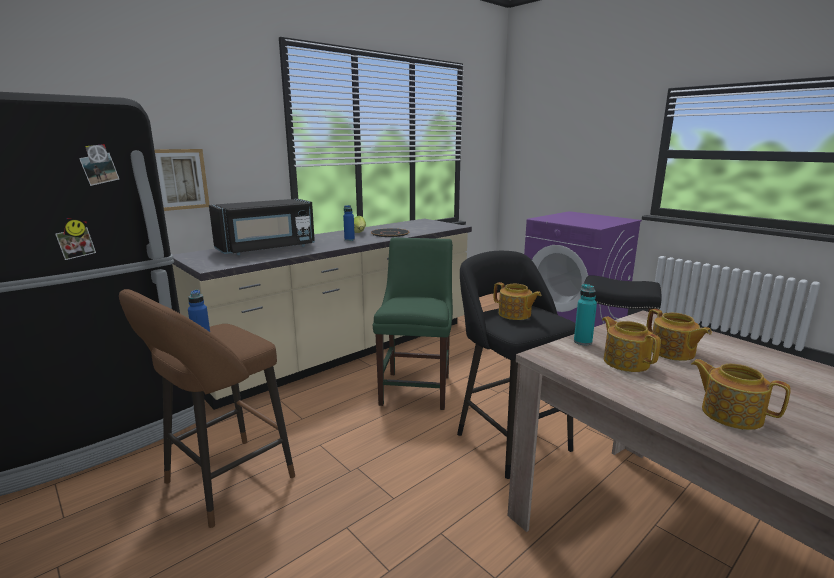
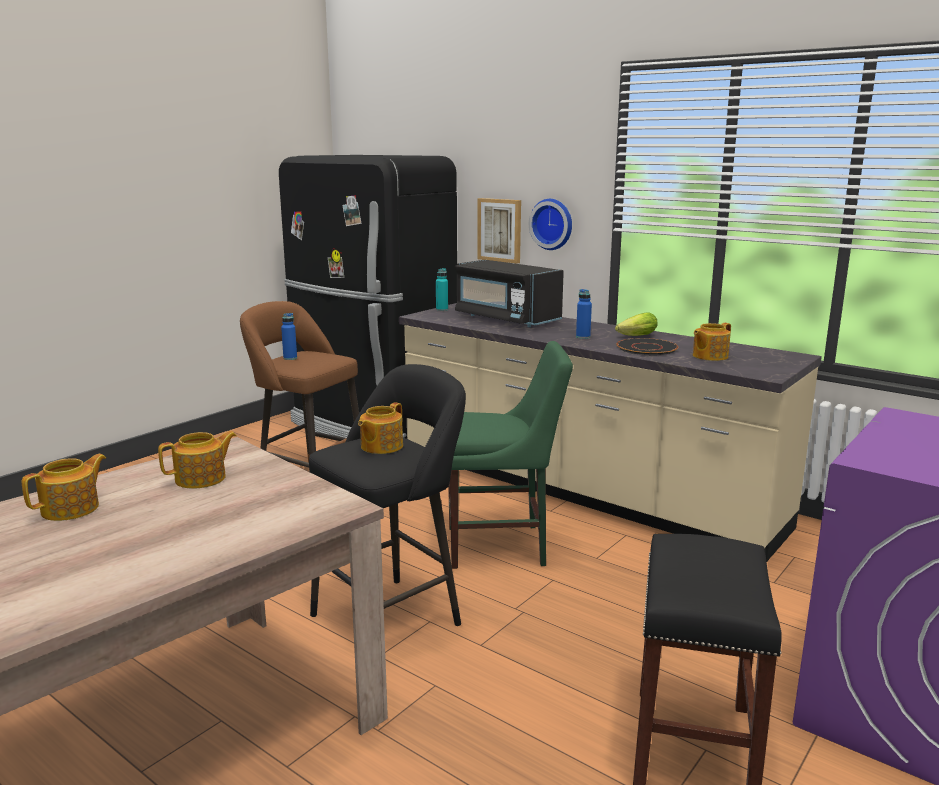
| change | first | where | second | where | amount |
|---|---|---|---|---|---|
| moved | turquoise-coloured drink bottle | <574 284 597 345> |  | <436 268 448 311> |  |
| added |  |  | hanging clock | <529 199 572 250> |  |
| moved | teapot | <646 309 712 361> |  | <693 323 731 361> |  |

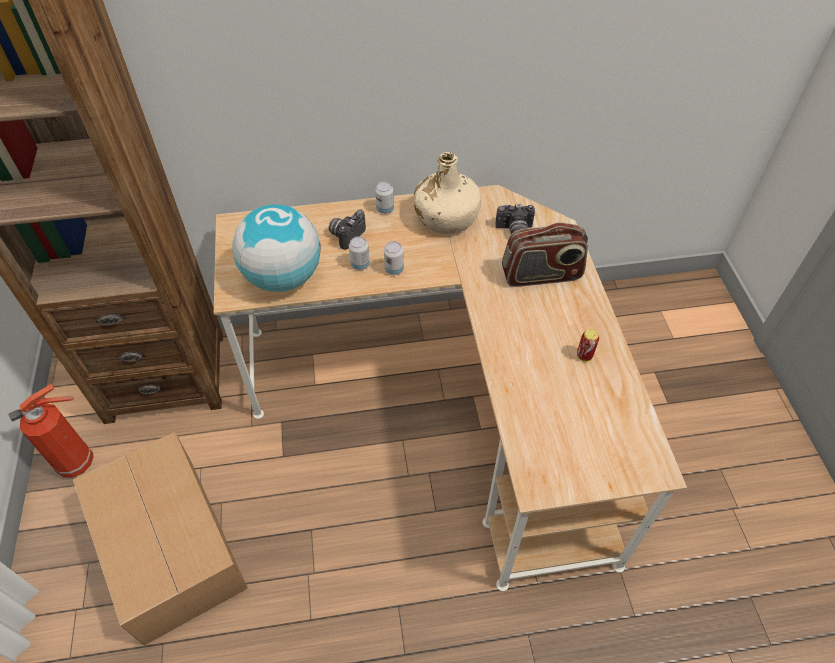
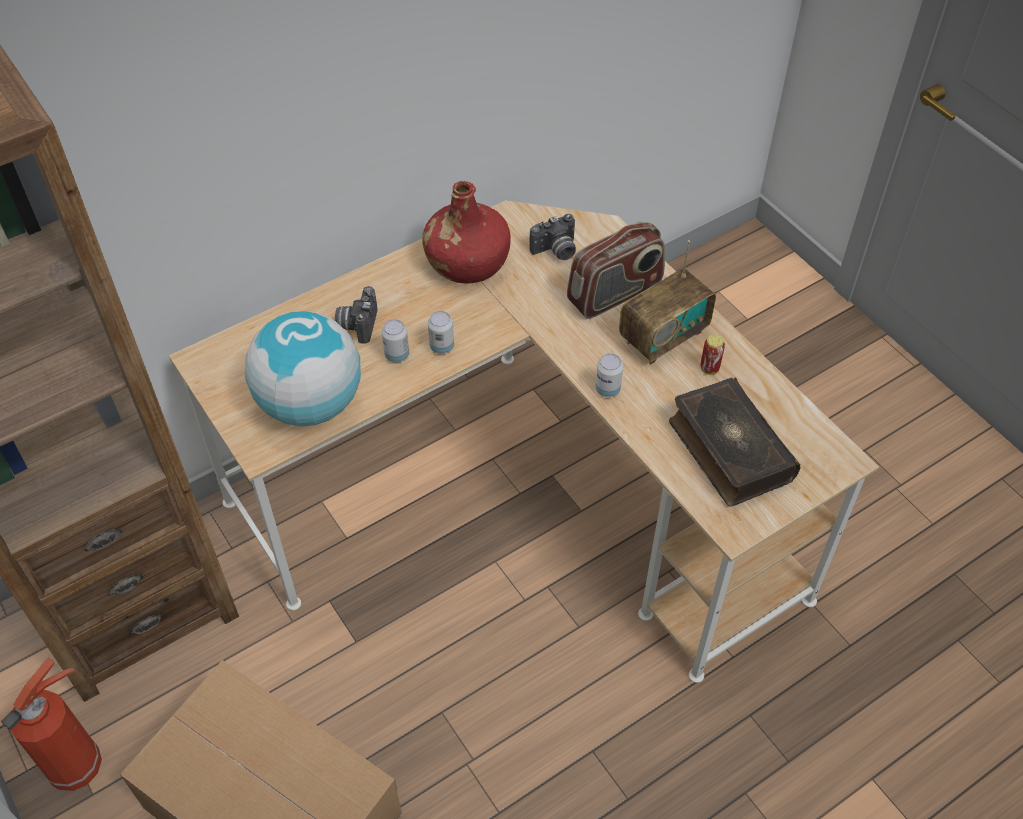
| change | first | where | second | where | amount |
|---|---|---|---|---|---|
| recoloured | beige-coloured drink bottle | <413 152 481 234> | red drink bottle | <422 181 511 283> |  |
| moved | sealed can | <375 181 394 214> |  | <595 354 623 397> |  |
| added |  |  | radio | <619 240 716 365> |  |
| added |  |  | book | <669 377 800 507> |  |

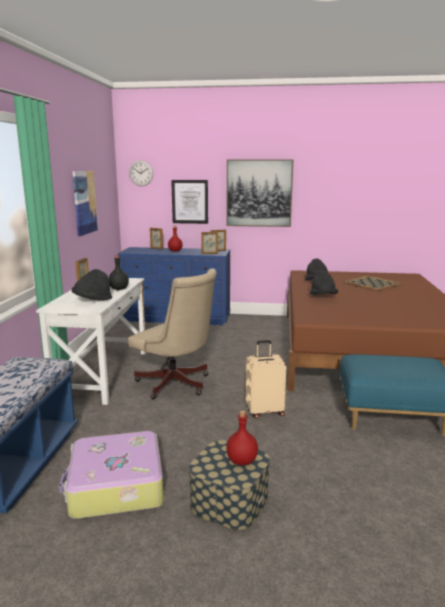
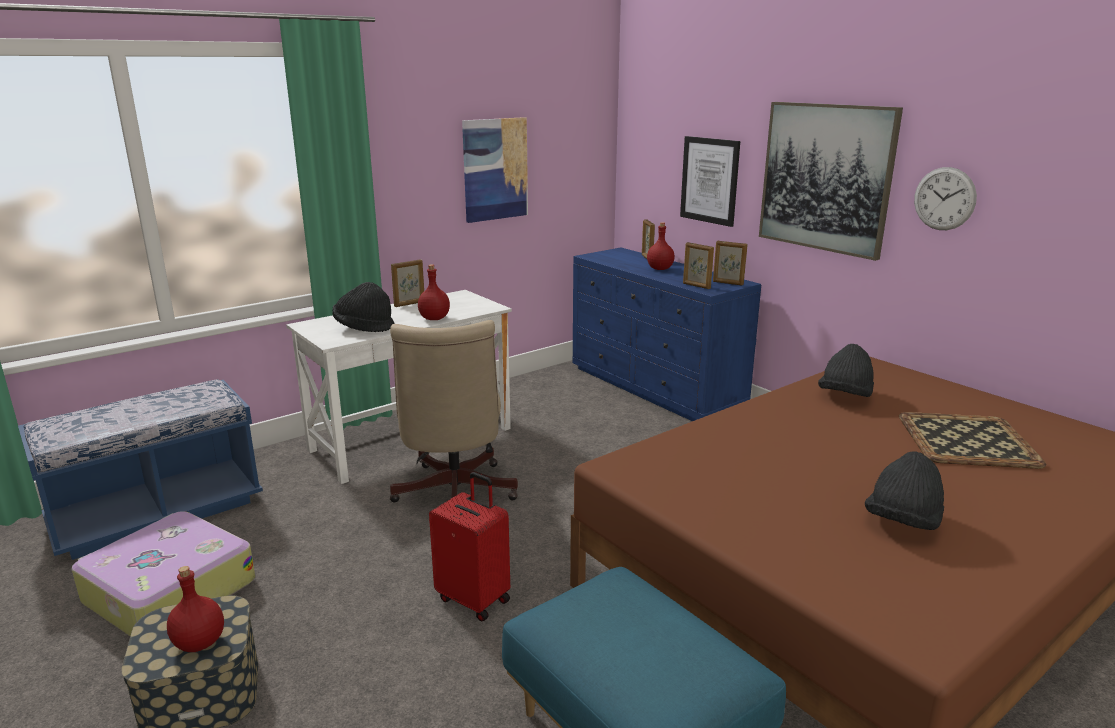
| change | first | where | second | where | amount |
|---|---|---|---|---|---|
| recoloured | blackish drink bottle | <108 255 129 290> | red drink bottle | <418 264 450 320> |  |
| recoloured | beige-coloured suitcase | <246 340 286 418> | red suitcase | <429 472 510 621> |  |
| moved | blackish clothing hat | <310 271 338 295> |  | <865 452 944 530> |  |
| moved | hanging clock | <129 160 153 186> |  | <914 167 977 230> |  |

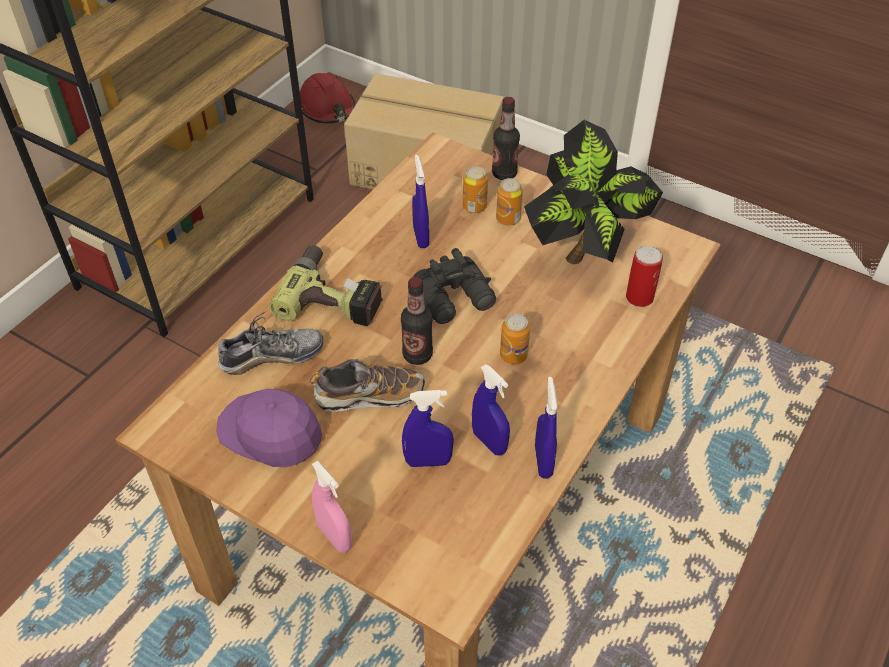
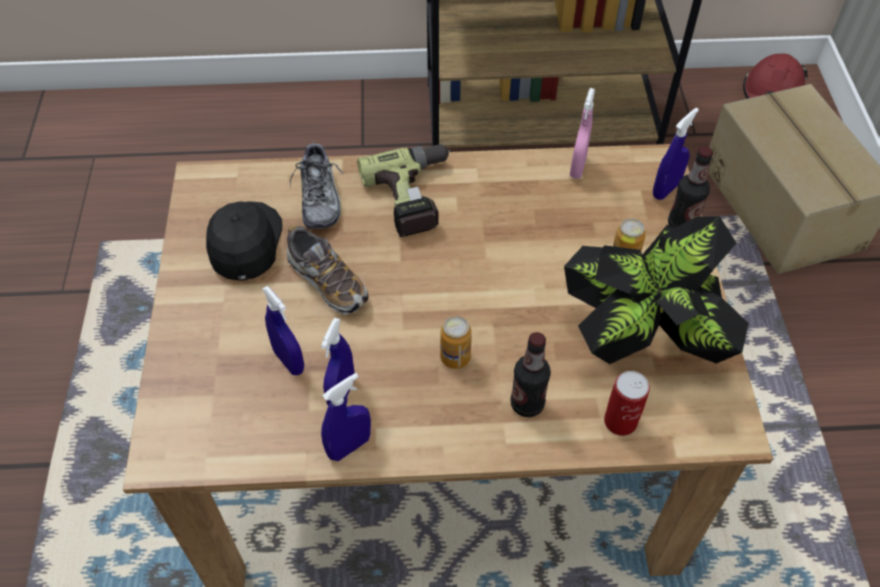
| change | first | where | second | where | amount |
|---|---|---|---|---|---|
| recoloured | purple-coloured peaked cap | <216 389 322 467> | blackish peaked cap | <206 201 282 281> |  |
| turned | shoe | <214 311 323 375> |  | <290 143 343 229> | 45 degrees clockwise |
| moved | drink bottle | <401 277 433 365> |  | <511 332 551 417> |  |
| moved | pink-coloured spray bottle | <312 461 352 553> |  | <570 88 595 179> |  |
| moved | blue spray bottle | <412 155 429 248> |  | <653 108 699 200> |  |
| removed | blackish pair of binoculars | <413 248 496 324> |  |  |  |
| removed | sealed can | <463 166 488 213> |  |  |  |

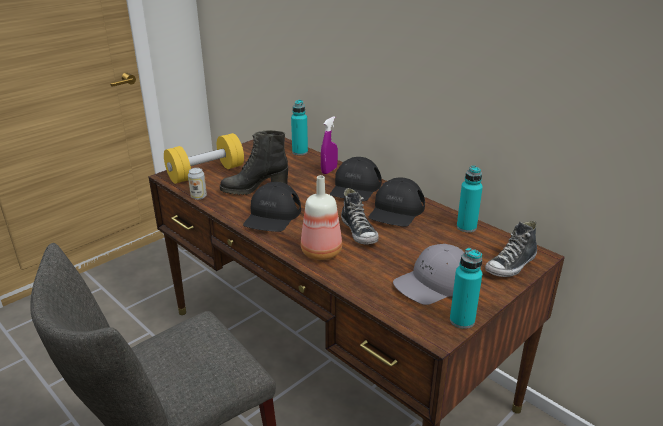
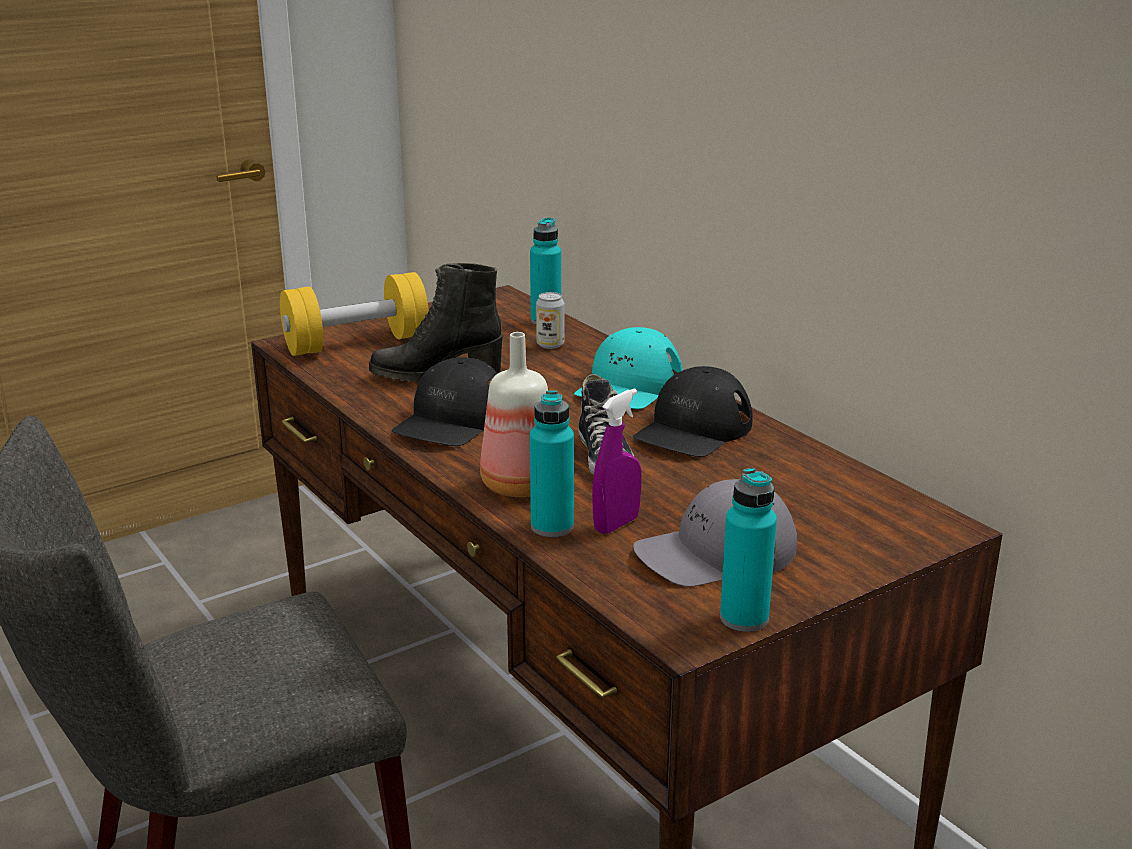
| change | first | where | second | where | amount |
|---|---|---|---|---|---|
| moved | turquoise-coloured drink bottle | <457 166 483 232> |  | <530 390 574 537> |  |
| moved | sealed can | <188 168 207 200> |  | <536 292 564 349> |  |
| recoloured | blackish peaked cap | <330 157 382 201> | turquoise-coloured peaked cap | <574 327 683 409> |  |
| moved | purple-coloured spray bottle | <321 116 338 174> |  | <592 388 641 534> |  |
| removed | shoe | <485 221 537 277> |  |  |  |

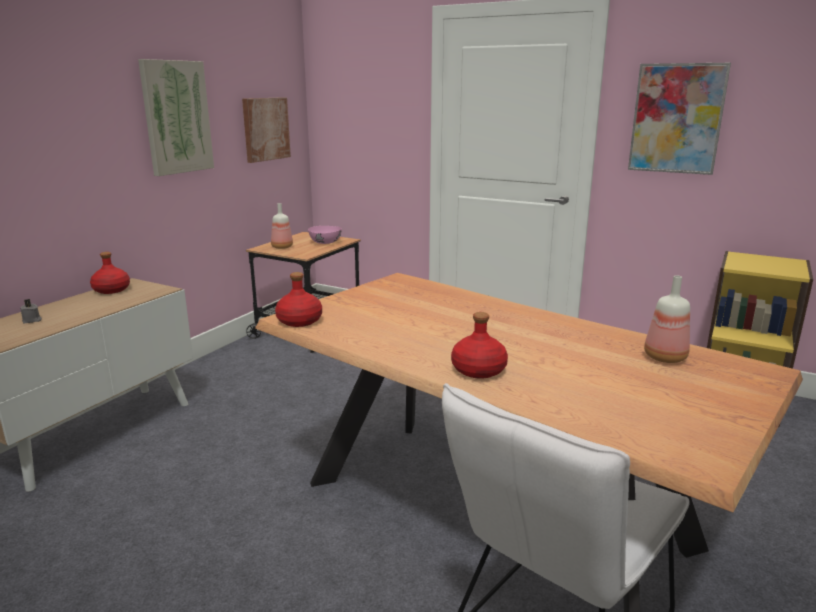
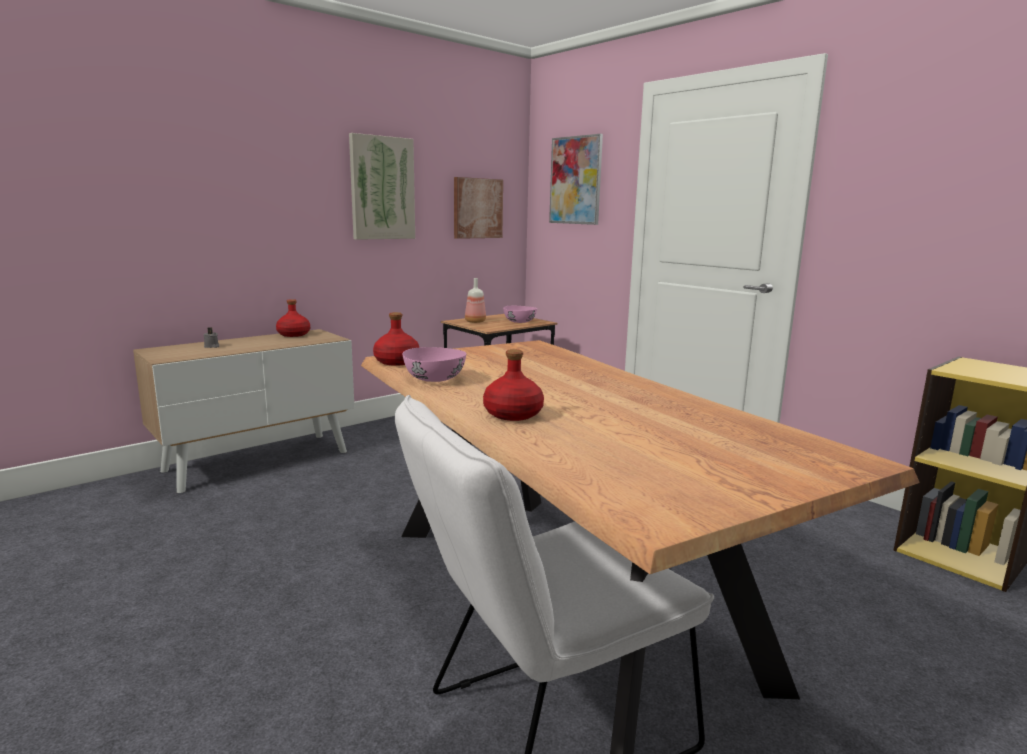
| change | first | where | second | where | amount |
|---|---|---|---|---|---|
| added |  |  | pink-coloured deep dish | <402 347 466 382> |  |
| moved | wall art | <628 63 731 175> |  | <549 134 603 225> |  |
| removed | drink bottle | <644 275 690 363> |  |  |  |

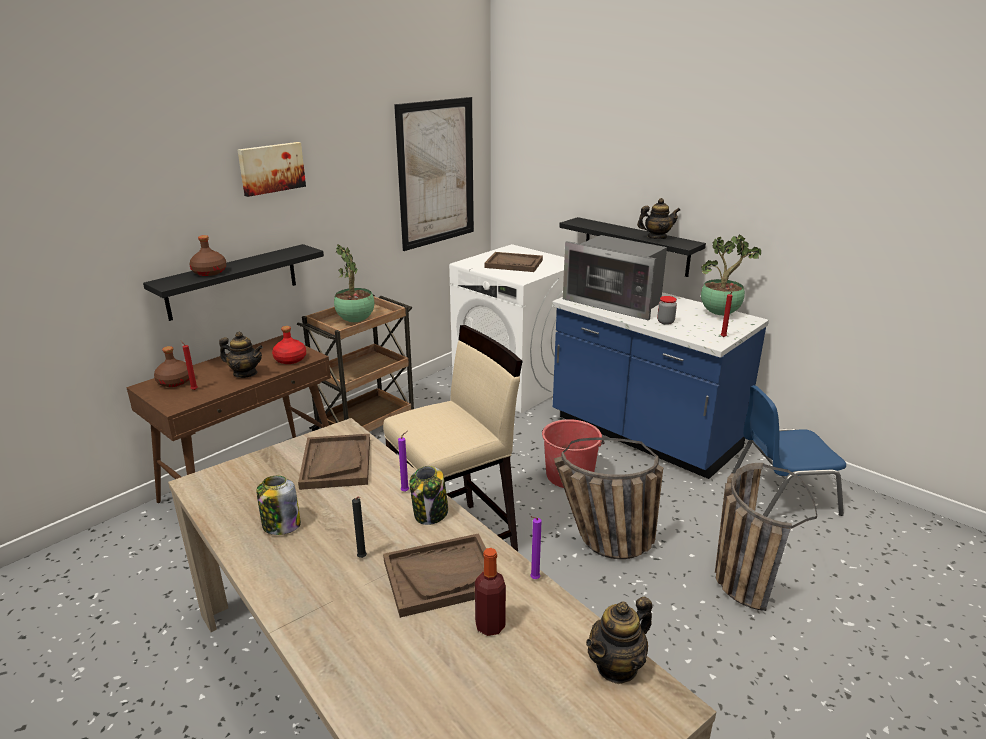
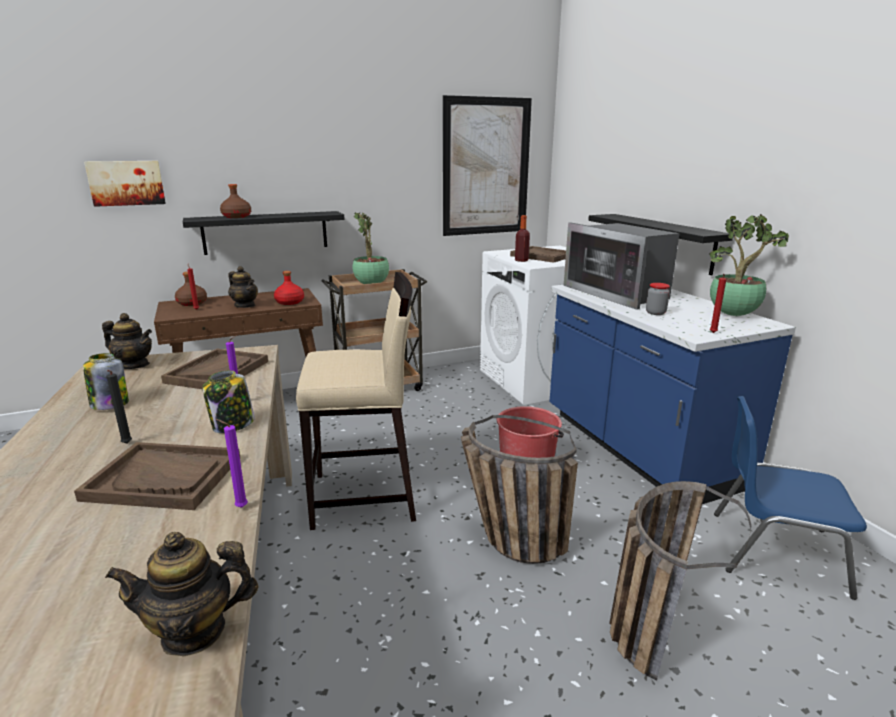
| change | first | where | second | where | amount |
|---|---|---|---|---|---|
| moved | wall art | <238 142 306 197> |  | <84 161 166 207> |  |
| moved | teapot | <637 198 680 239> |  | <102 313 152 369> |  |
| moved | drink bottle | <475 548 506 636> |  | <515 215 530 262> |  |

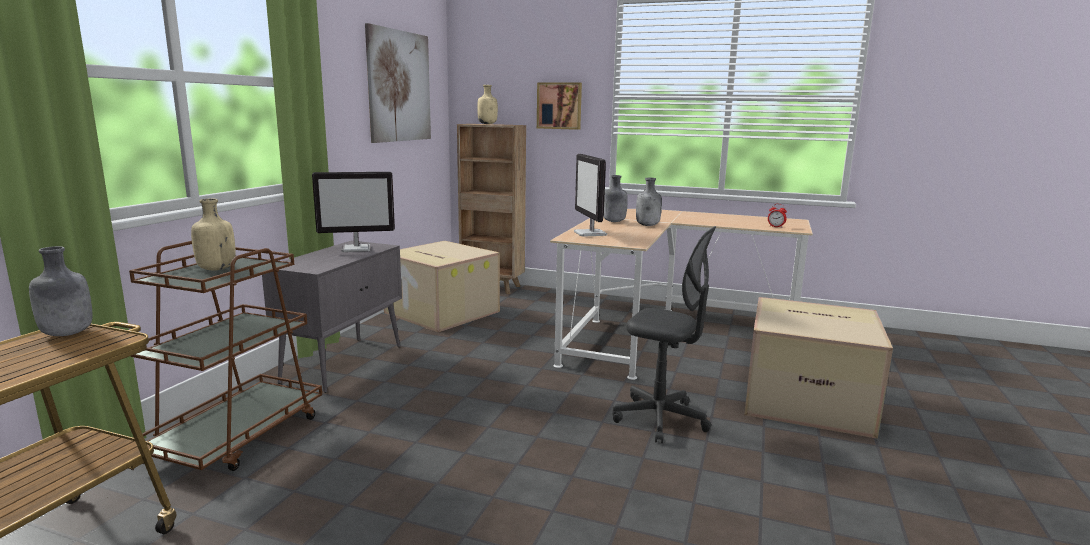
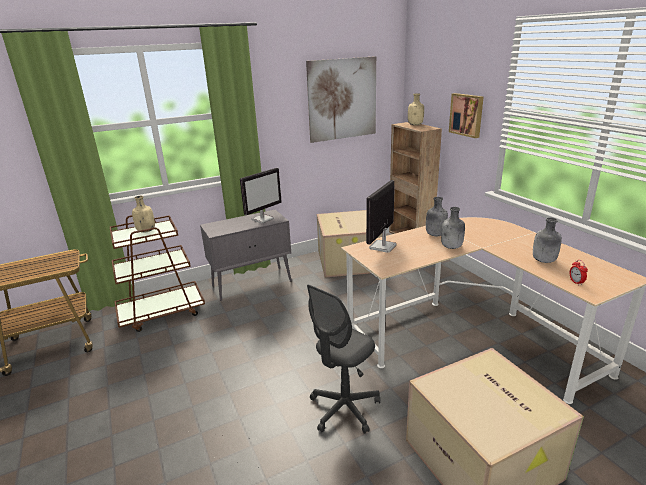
| change | first | where | second | where | amount |
|---|---|---|---|---|---|
| turned | computer screen | <312 172 395 252> |  | <240 168 282 223> | 75 degrees counterclockwise |
| turned | greyish computer chair | <613 226 716 443> |  | <307 285 380 434> | 60 degrees clockwise |
| moved | greyish drink bottle | <29 246 93 336> |  | <533 217 562 263> |  |

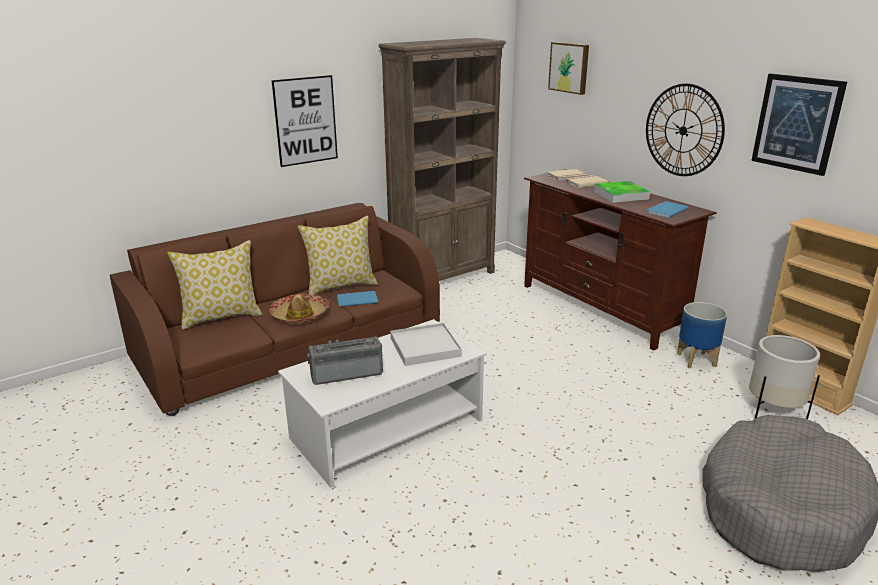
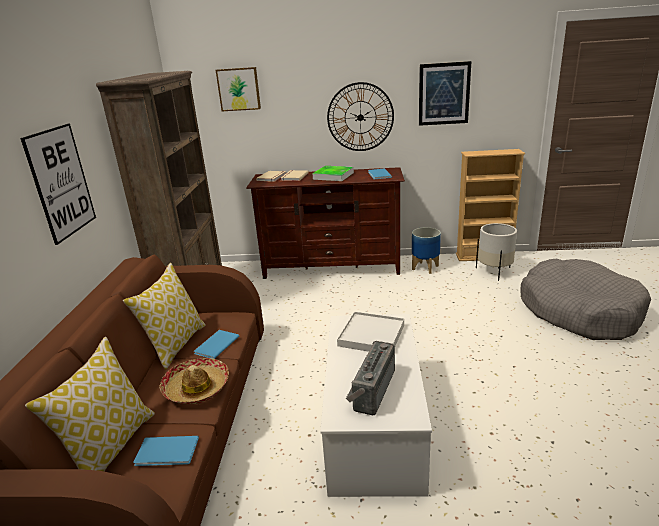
| change | first | where | second | where | amount |
|---|---|---|---|---|---|
| added |  |  | blue book | <133 436 199 466> |  |

